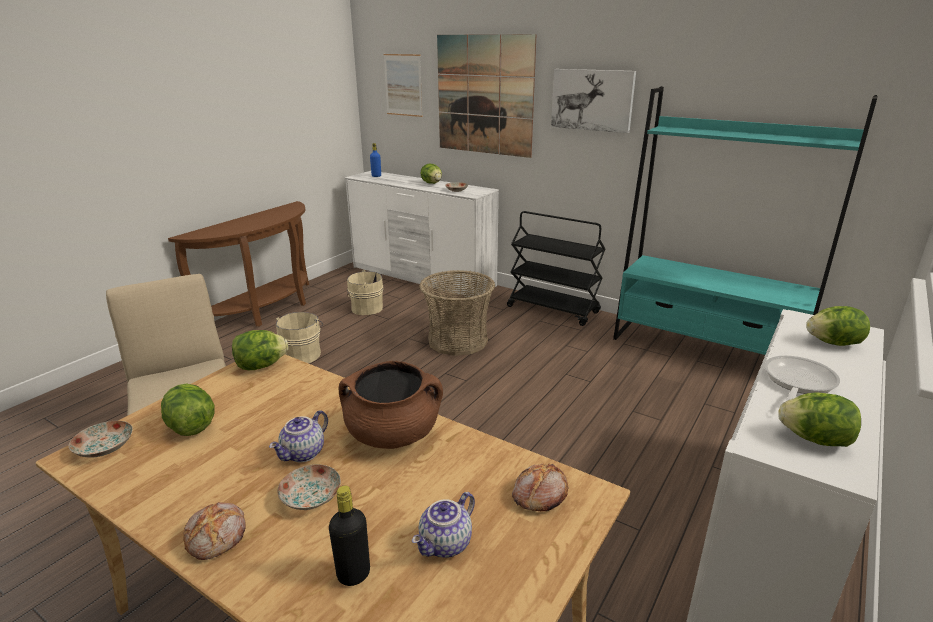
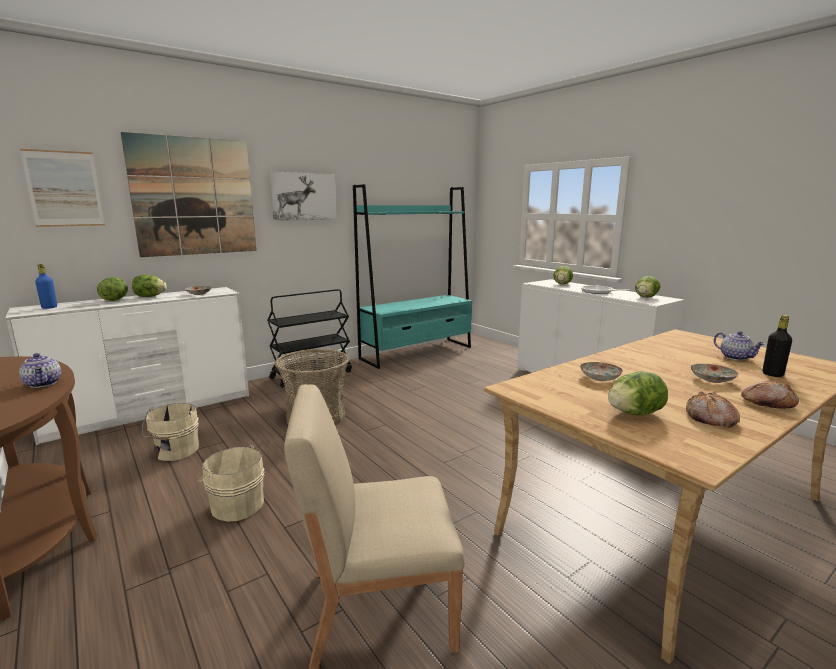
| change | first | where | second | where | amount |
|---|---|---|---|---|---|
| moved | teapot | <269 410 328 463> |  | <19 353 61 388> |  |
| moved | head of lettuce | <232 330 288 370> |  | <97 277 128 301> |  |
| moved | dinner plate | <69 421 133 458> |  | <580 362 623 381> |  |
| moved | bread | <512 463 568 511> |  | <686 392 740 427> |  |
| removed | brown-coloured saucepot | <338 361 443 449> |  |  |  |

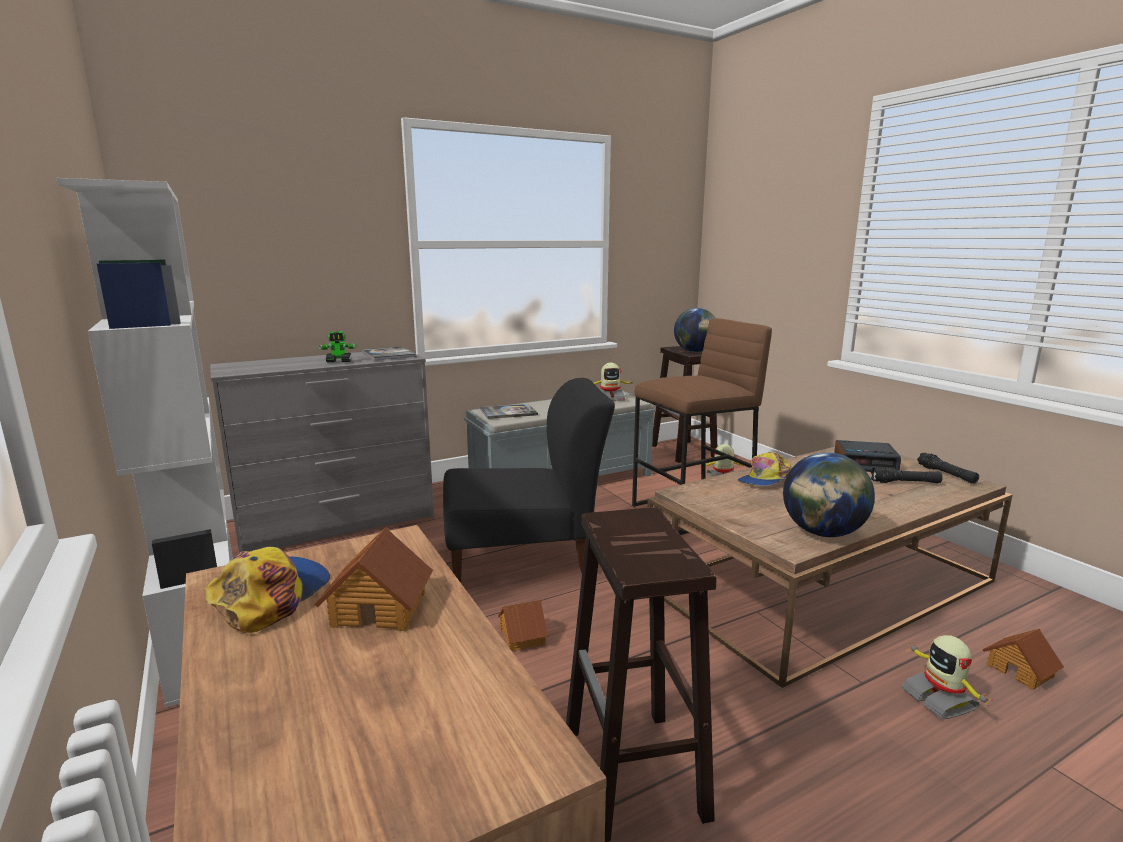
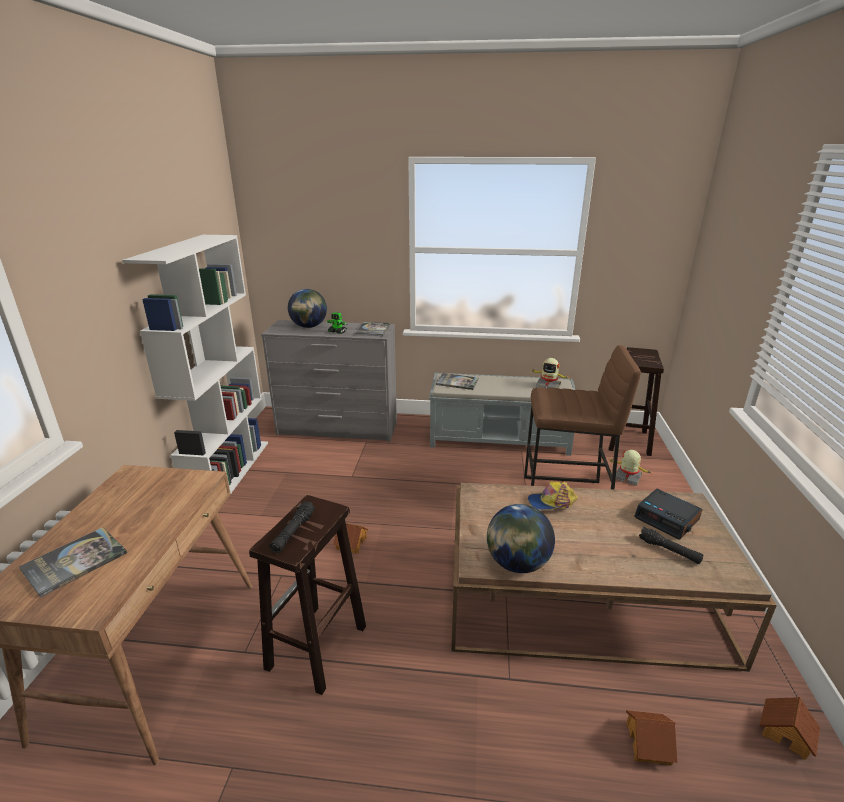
| change | first | where | second | where | amount |
|---|---|---|---|---|---|
| added |  |  | book | <18 527 127 598> |  |
| moved | blackish flashlight | <917 453 979 484> |  | <270 501 315 553> |  |
| moved | world globe | <674 308 715 352> |  | <288 289 327 328> |  |
| moved | miniature house | <314 527 433 631> |  | <759 697 820 760> |  |
| removed | peaked cap | <205 547 330 633> |  |  |  |
| removed | blackish plain chair | <443 378 615 583> |  |  |  |
| removed | toy robot | <901 635 993 719> |  |  |  |

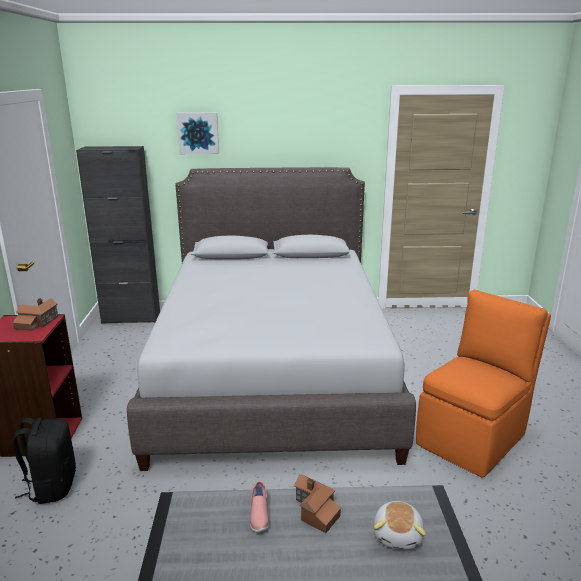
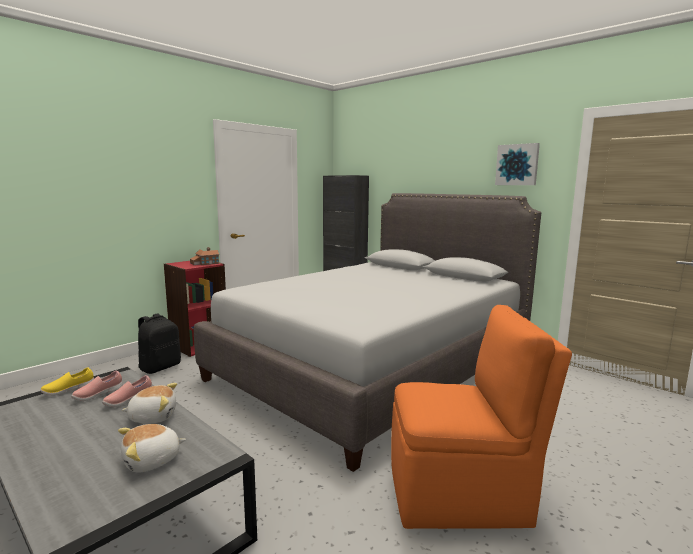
| change | first | where | second | where | amount |
|---|---|---|---|---|---|
| added |  |  | yellowish shoe | <40 367 94 396> |  |
| added |  |  | pink-coloured shoe | <71 371 122 401> |  |
| replaced | miniature house | <294 474 341 533> | plush toy | <122 383 177 424> |  |
| moved | wall art | <176 113 219 154> |  | <495 143 540 185> |  |

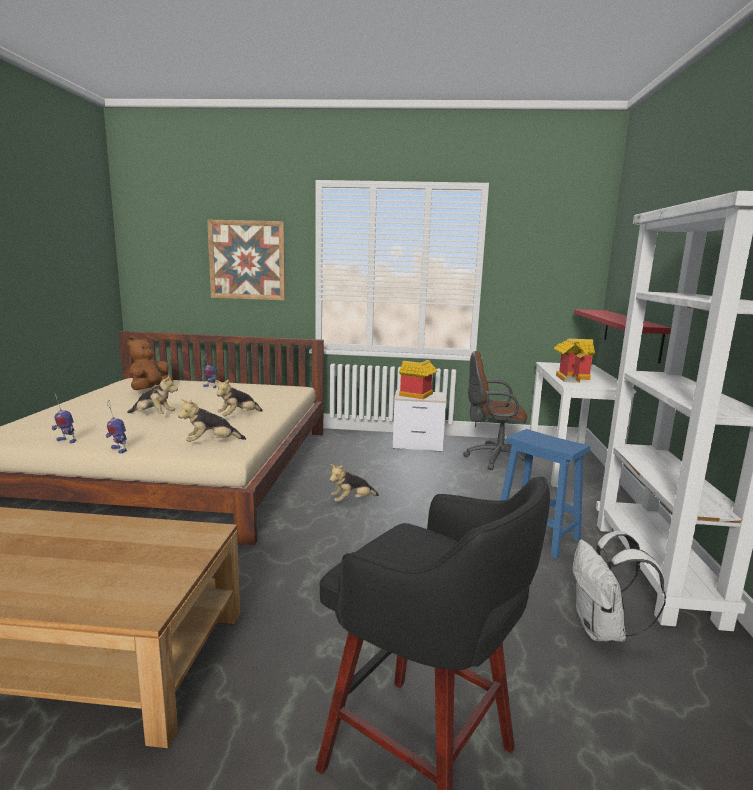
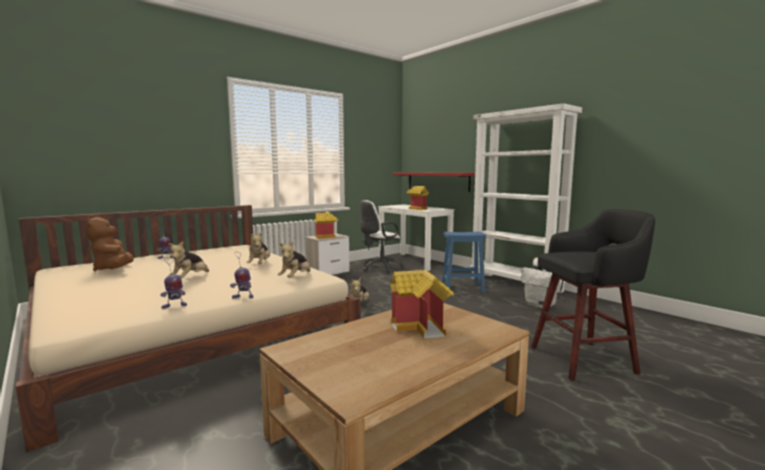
| change | first | where | second | where | amount |
|---|---|---|---|---|---|
| turned | plush toy | <127 375 178 414> |  | <168 241 209 278> | 135 degrees clockwise |
| recoloured | brown-coloured computer chair | <463 351 527 470> | whitish computer chair | <360 200 404 273> |  |
| added |  |  | miniature house | <390 270 454 339> |  |
| removed | wall art | <207 219 285 300> |  |  |  |

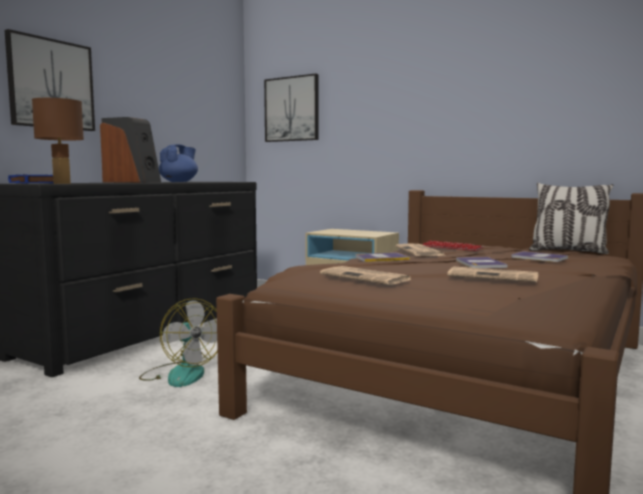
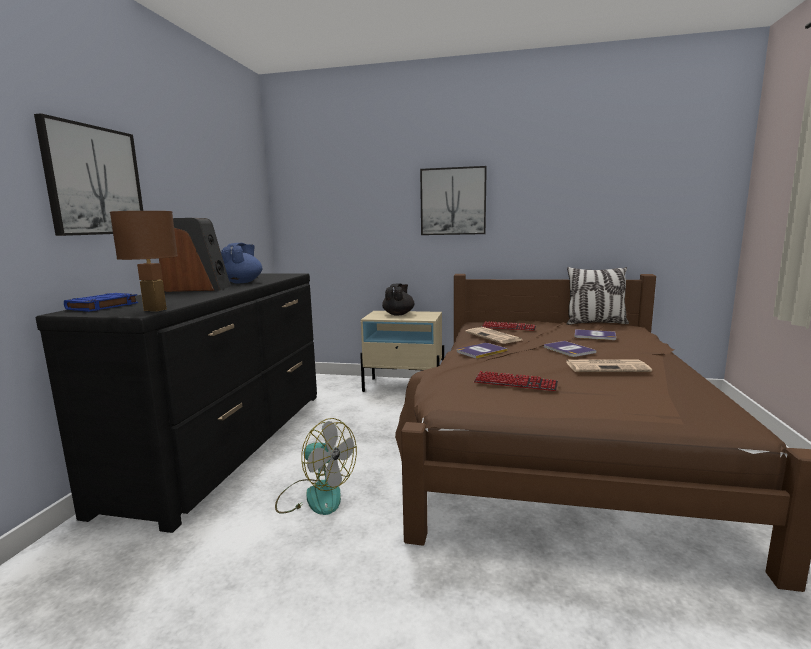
| change | first | where | second | where | amount |
|---|---|---|---|---|---|
| added |  |  | blackish teapot | <382 284 415 315> |  |
| moved | wall art | <264 74 318 142> |  | <420 166 487 235> |  |
| replaced | newspaper | <320 266 413 285> | computer keyboard | <474 371 558 391> |  |

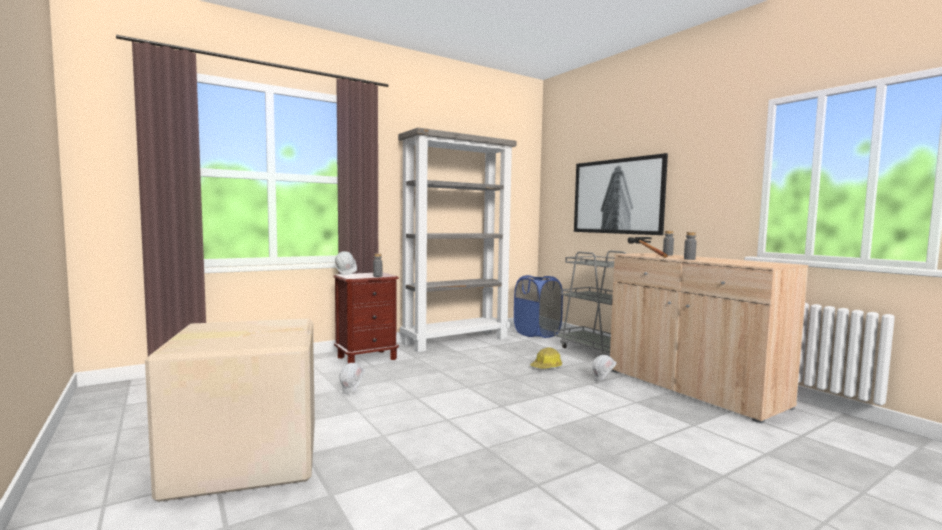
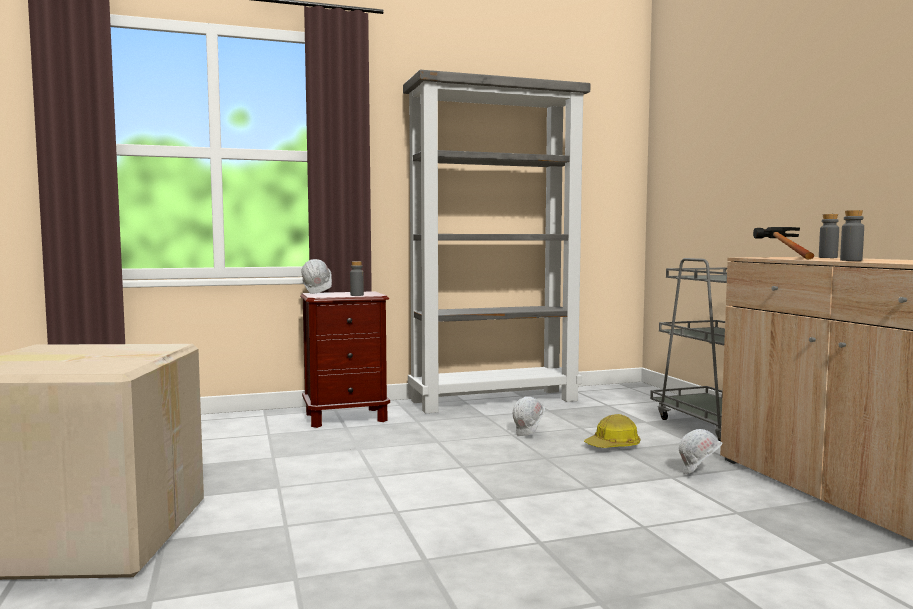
| change | first | where | second | where | amount |
|---|---|---|---|---|---|
| moved | whitish work helmet | <339 363 365 394> |  | <513 397 545 436> |  |
| removed | blue washing basket | <514 275 563 338> |  |  |  |
| removed | wall art | <574 153 668 235> |  |  |  |

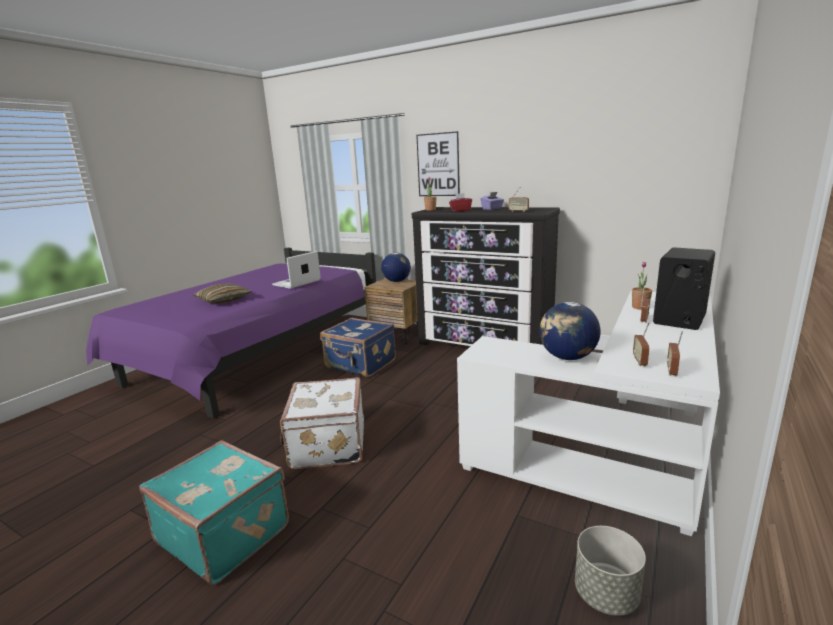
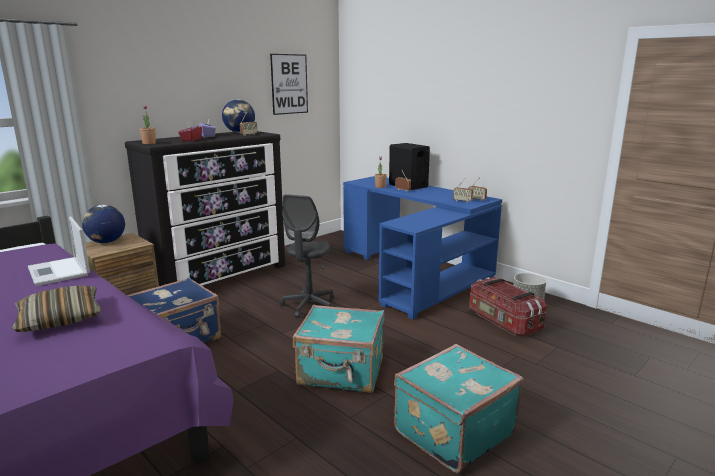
| change | first | where | second | where | amount |
|---|---|---|---|---|---|
| moved | world globe | <539 302 601 360> |  | <222 99 255 133> |  |
| moved | wall art | <416 131 460 196> |  | <270 54 308 115> |  |
| added |  |  | greyish computer chair | <279 194 334 318> |  |
| recoloured | whitish suitcase | <280 378 364 469> | turquoise-coloured suitcase | <293 305 385 393> |  |
| recoloured | whitish desk table | <457 290 720 536> | blue desk table | <343 176 502 319> |  |
| added |  |  | storage container | <469 277 547 337> |  |

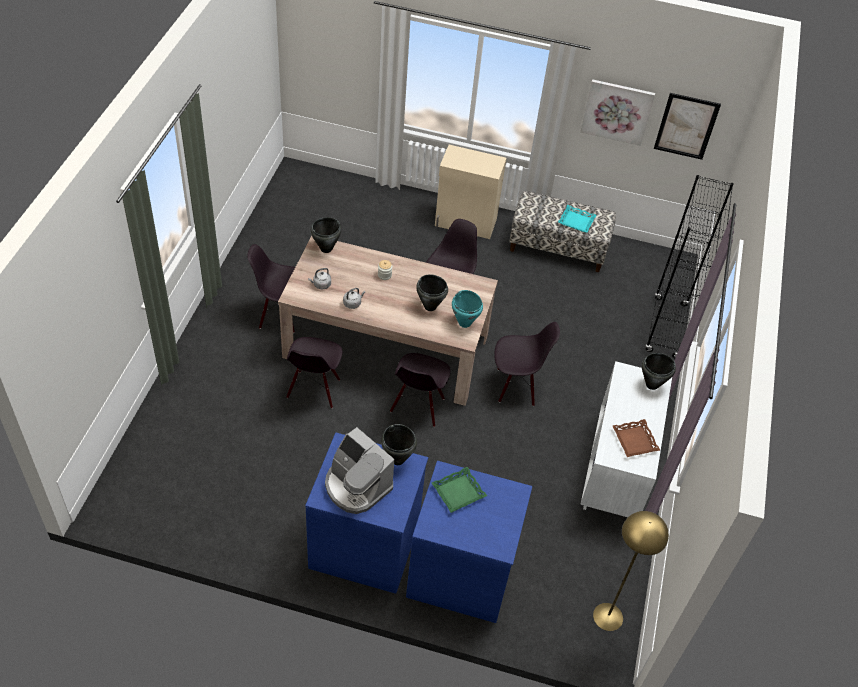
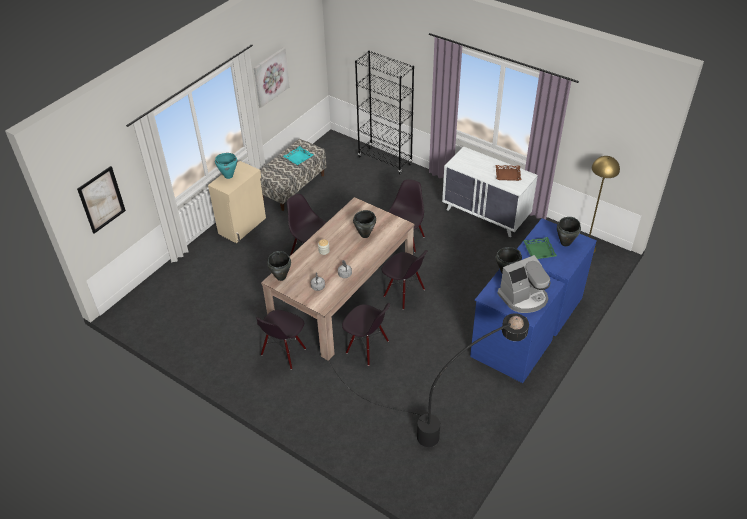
| change | first | where | second | where | amount |
|---|---|---|---|---|---|
| moved | wall art | <654 93 721 160> |  | <77 166 126 234> |  |
| moved | turquoise-coloured saucepot | <452 290 483 328> |  | <215 153 237 179> |  |
| added |  |  | blackish floor lamp | <329 313 529 447> |  |
| moved | blackish saucepot | <642 353 676 390> |  | <557 217 581 246> |  |

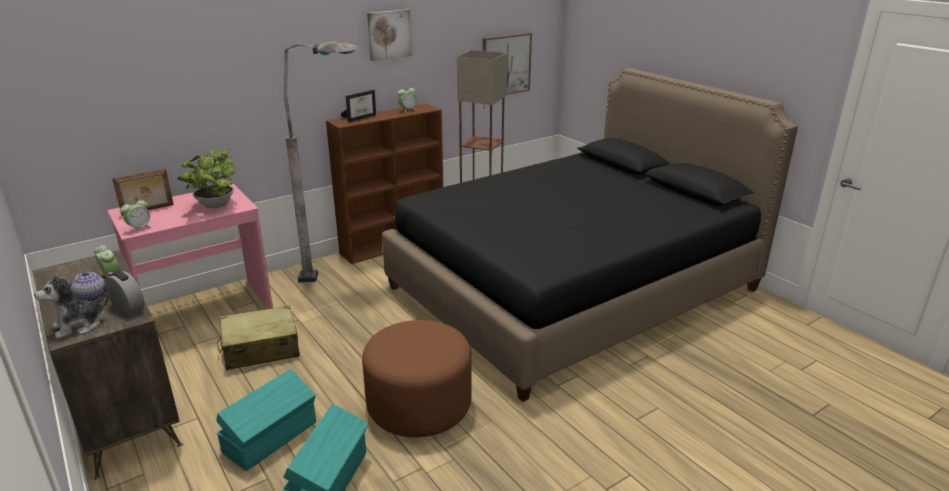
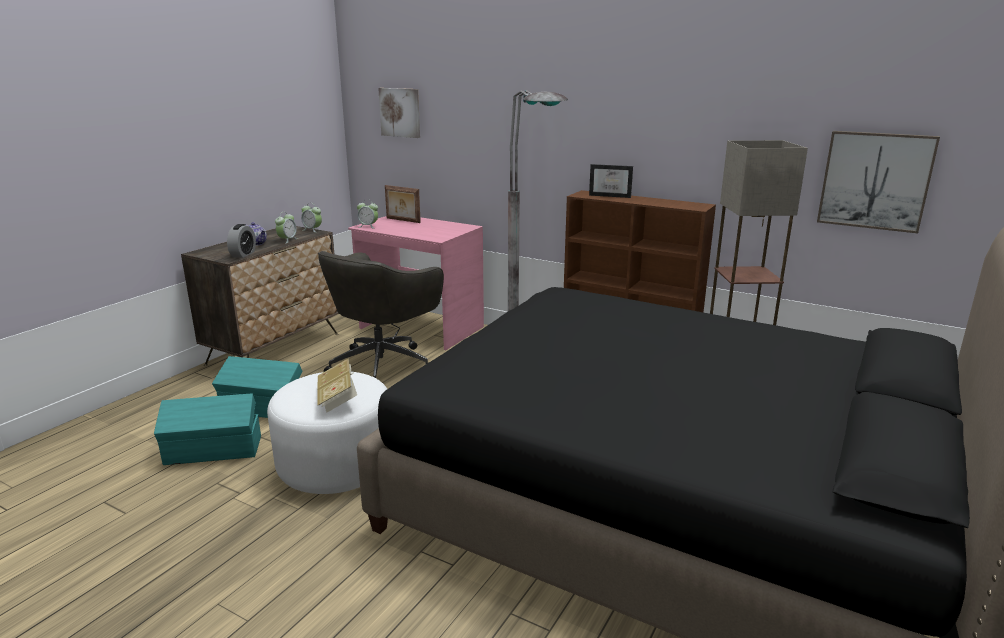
| change | first | where | second | where | amount |
|---|---|---|---|---|---|
| recoloured | brown-coloured pouffe | <362 320 472 437> | whitish pouffe | <267 372 387 494> |  |
| moved | bedside clock | <397 85 417 113> |  | <301 203 322 232> |  |
| added |  |  | book | <317 358 357 413> |  |
| replaced | beige-coloured suitcase | <217 306 300 370> | greyish computer chair | <318 251 444 378> |  |
| moved | wall art | <367 9 412 61> |  | <378 88 420 138> |  |
| removed | plush toy | <34 273 110 339> |  |  |  |
| removed | potted plant | <177 149 236 208> |  |  |  |

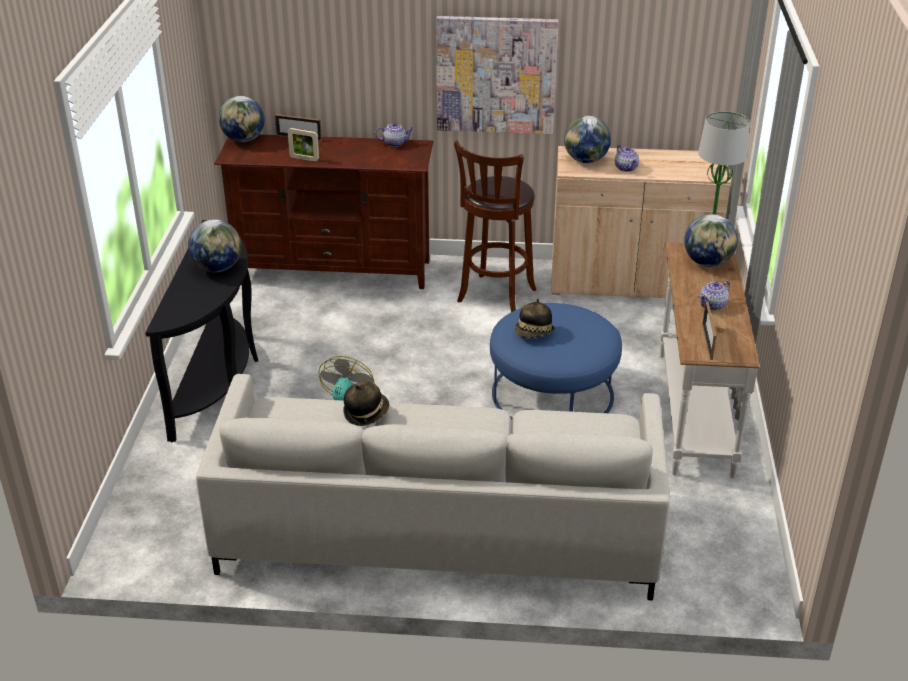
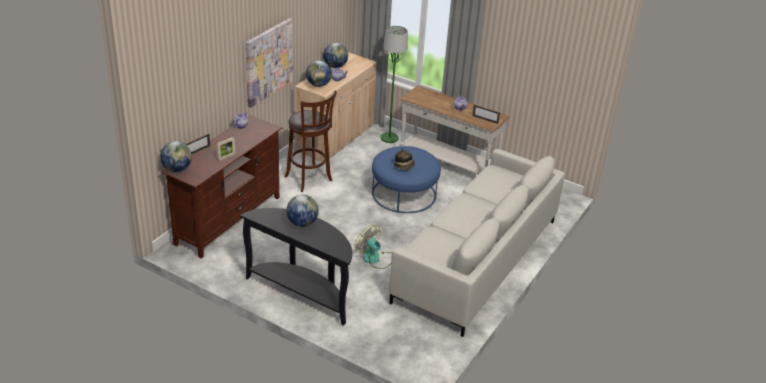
| change | first | where | second | where | amount |
|---|---|---|---|---|---|
| moved | world globe | <684 214 738 267> |  | <323 43 348 68> |  |
| removed | clothing hat | <343 382 389 426> |  |  |  |

